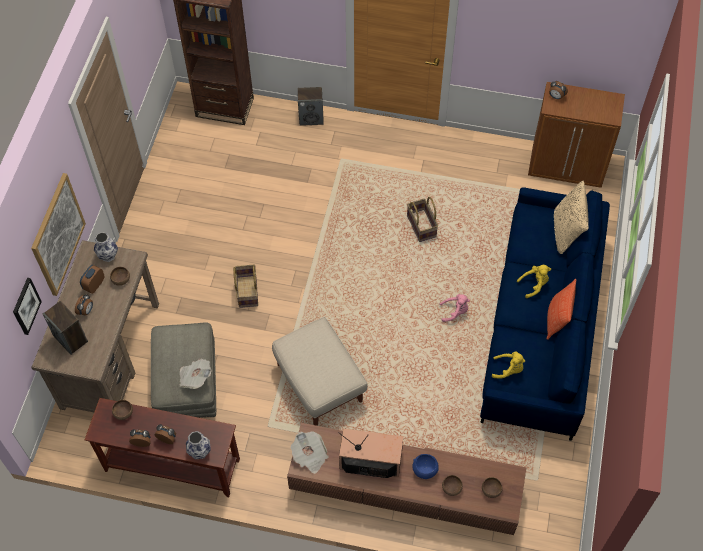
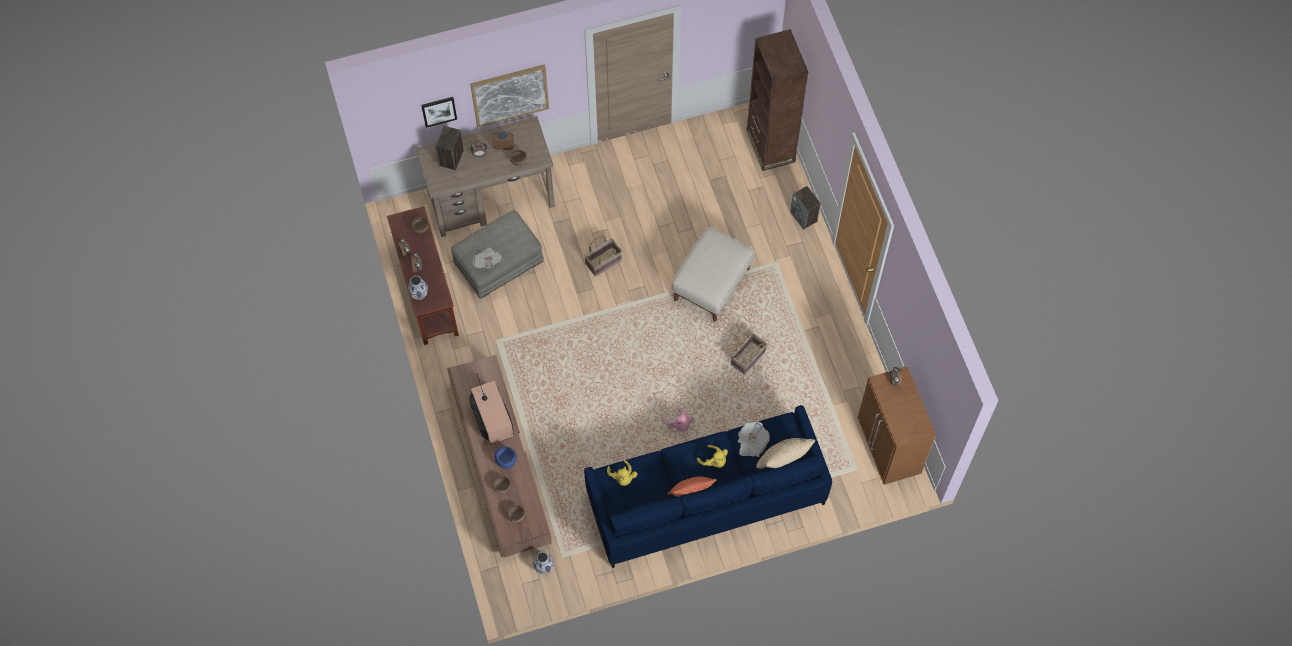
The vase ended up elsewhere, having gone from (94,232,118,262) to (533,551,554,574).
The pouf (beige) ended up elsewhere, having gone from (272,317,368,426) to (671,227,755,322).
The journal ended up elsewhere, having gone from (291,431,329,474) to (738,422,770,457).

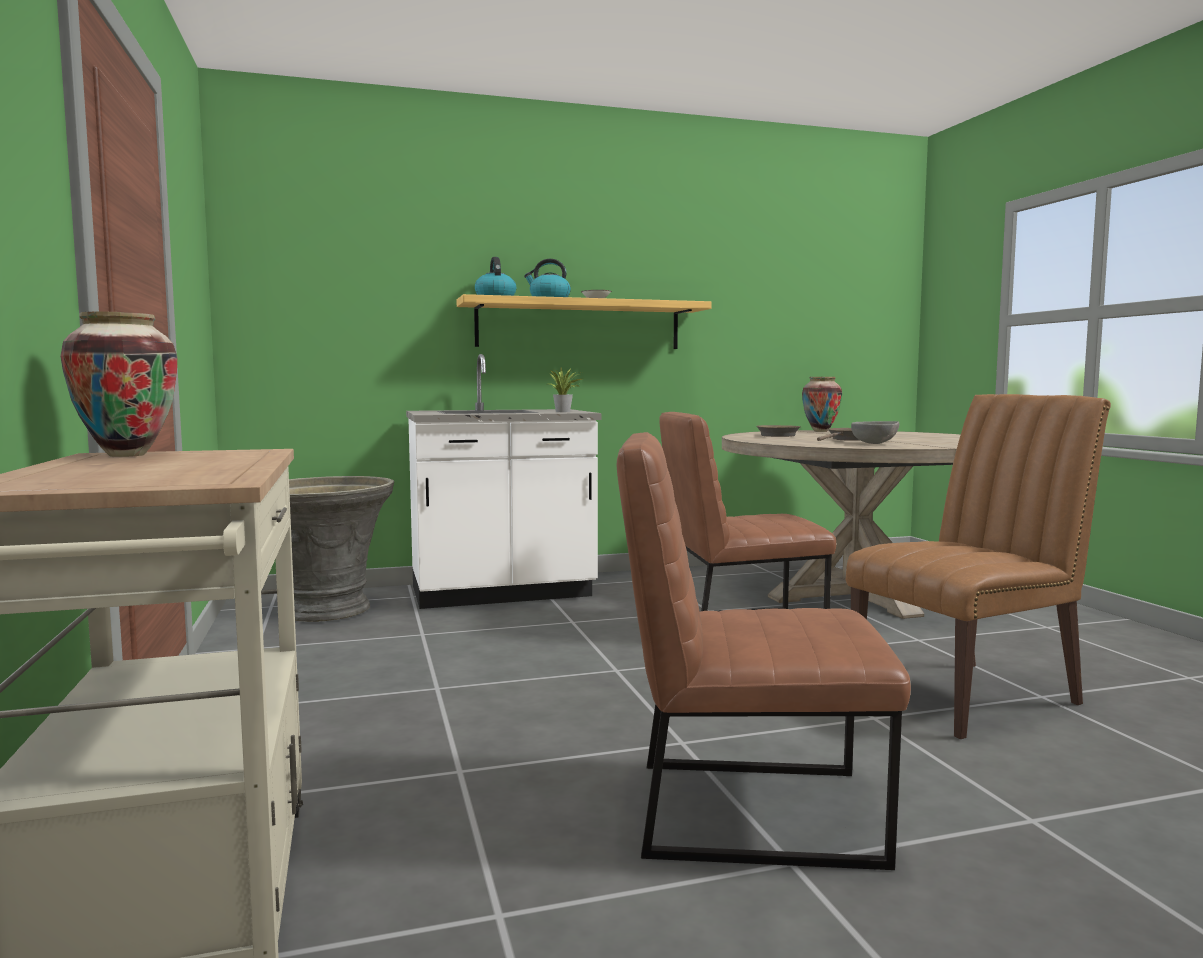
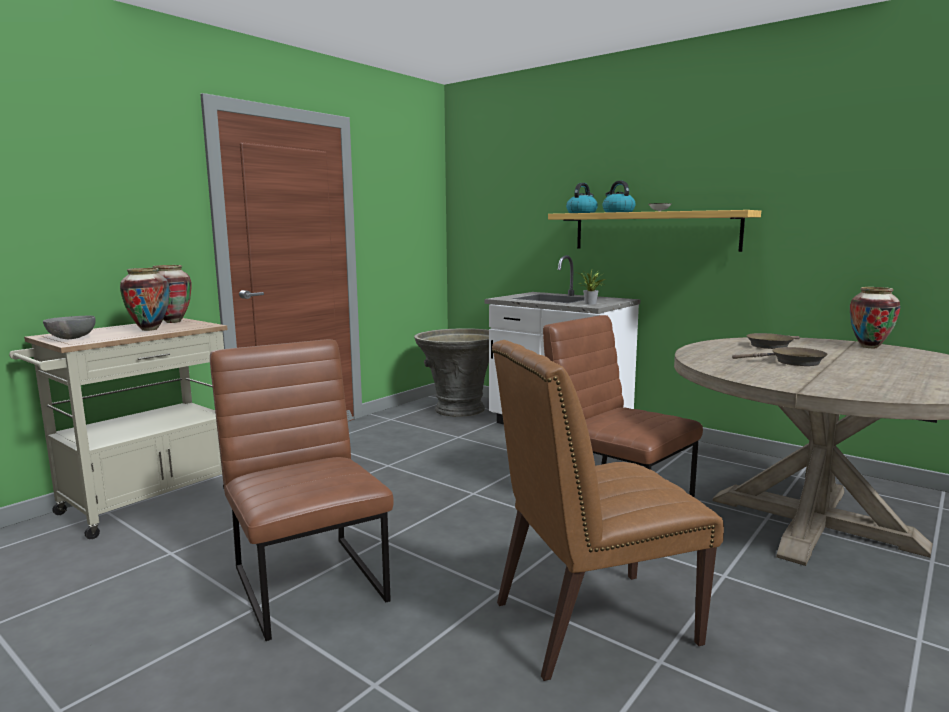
The chaise (marron) at (846,394,1111,739) ended up facing another way, 135 degrees clockwise from before.
The bol (gris) ended up elsewhere, having gone from (851,421,899,444) to (43,316,96,339).
The second view gained the vase at (120,268,170,331).

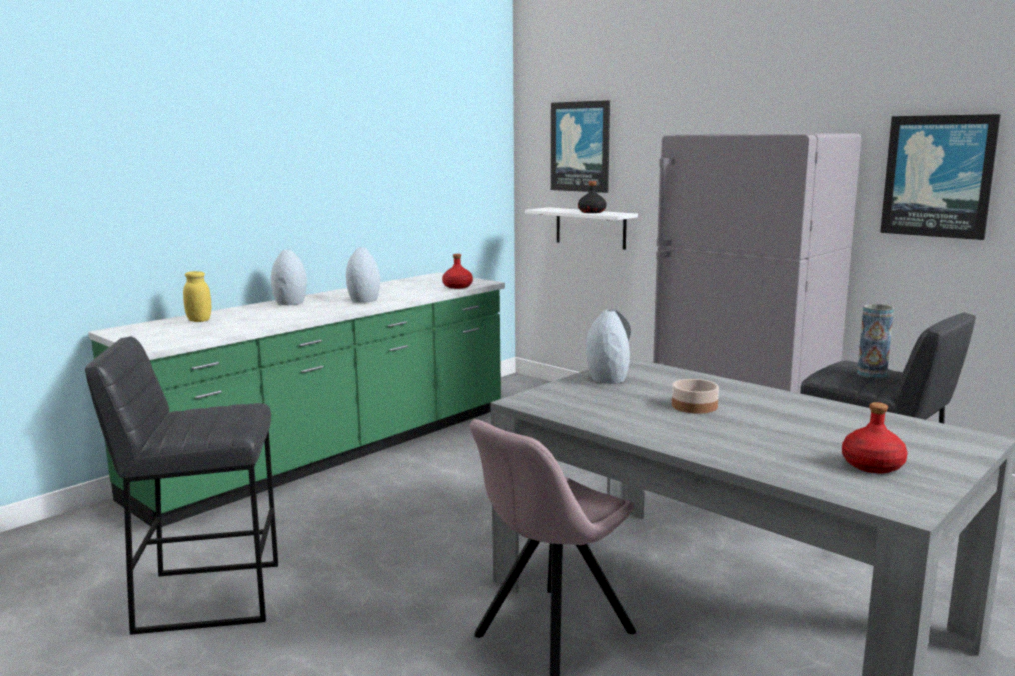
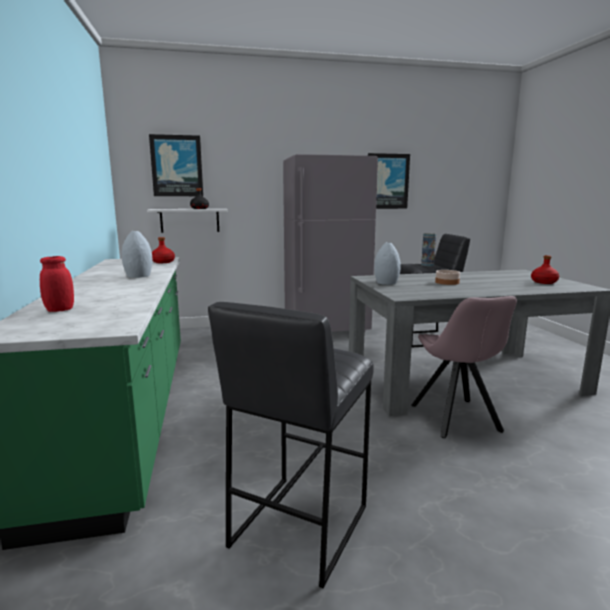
What was the bocal (jaune) at (183,271,211,322) turned into the bocal (rouge) at (40,256,74,312).
The second view lost the vase (gris) at (271,249,307,305).

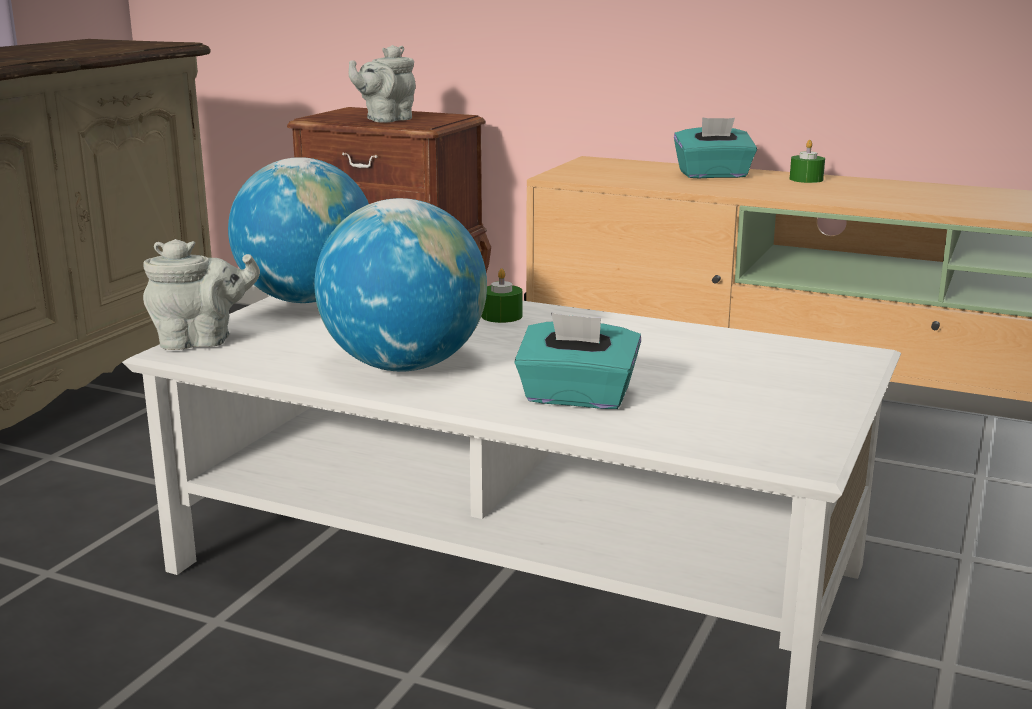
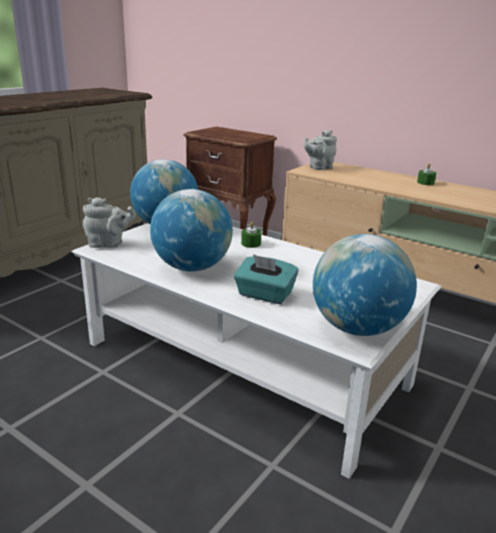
The théière (gris) ended up elsewhere, having gone from (349,45,415,123) to (304,130,337,170).
The second view lost the boîte à mouchoirs (turquoise) at (674,117,757,178).
The second view gained the globe at (313,234,417,336).

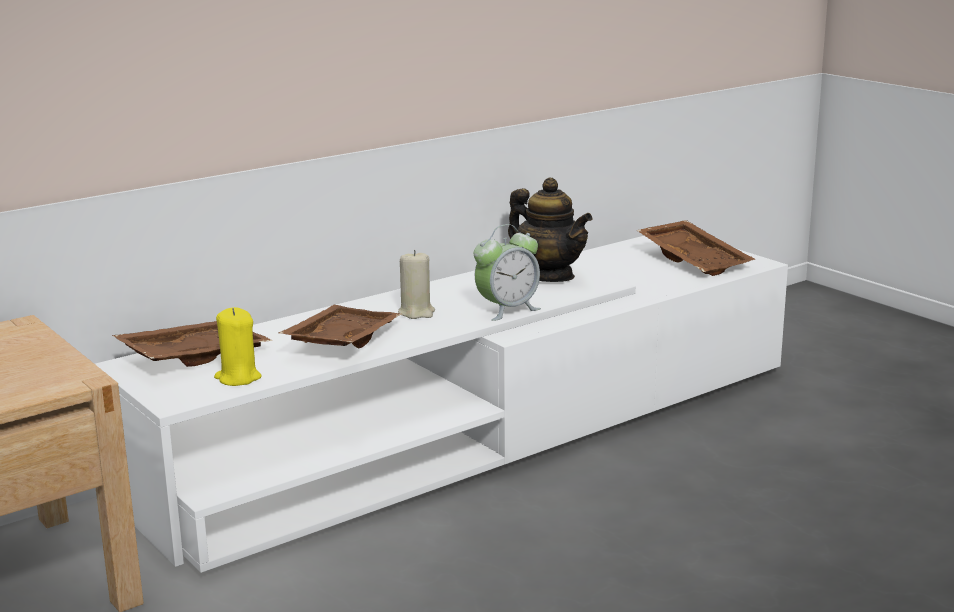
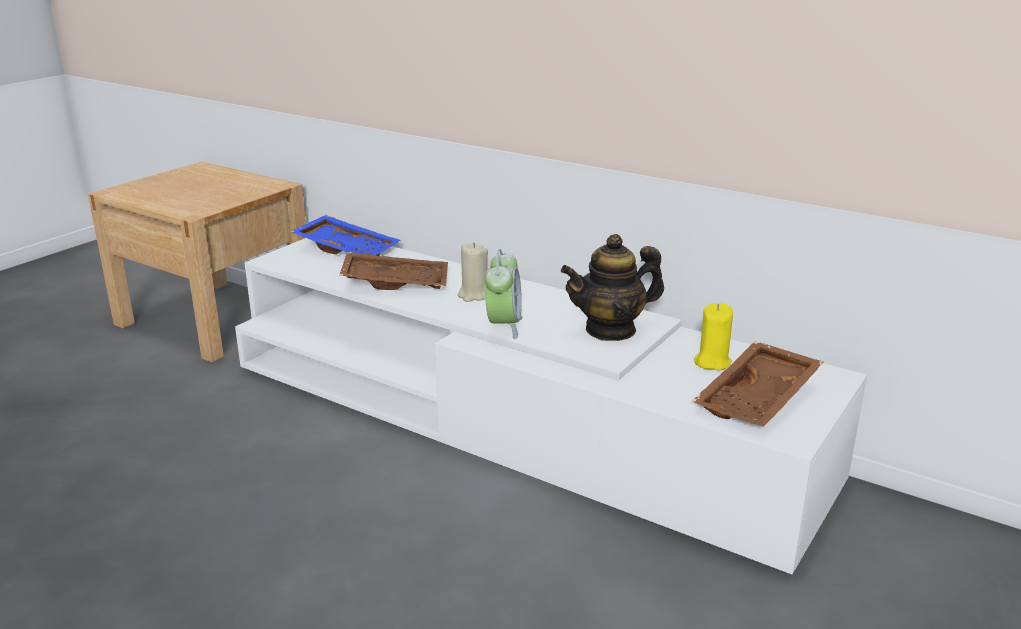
What was the plateau (marron) at (112,321,273,367) turned into the plateau (bleu) at (290,215,400,256).
The bougie (jaune) ended up elsewhere, having gone from (214,307,262,386) to (694,303,733,370).
The réveil at (474,224,541,321) ended up facing another way, 120 degrees counterclockwise from before.
The théière at (508,178,592,282) ended up facing another way, 45 degrees clockwise from before.

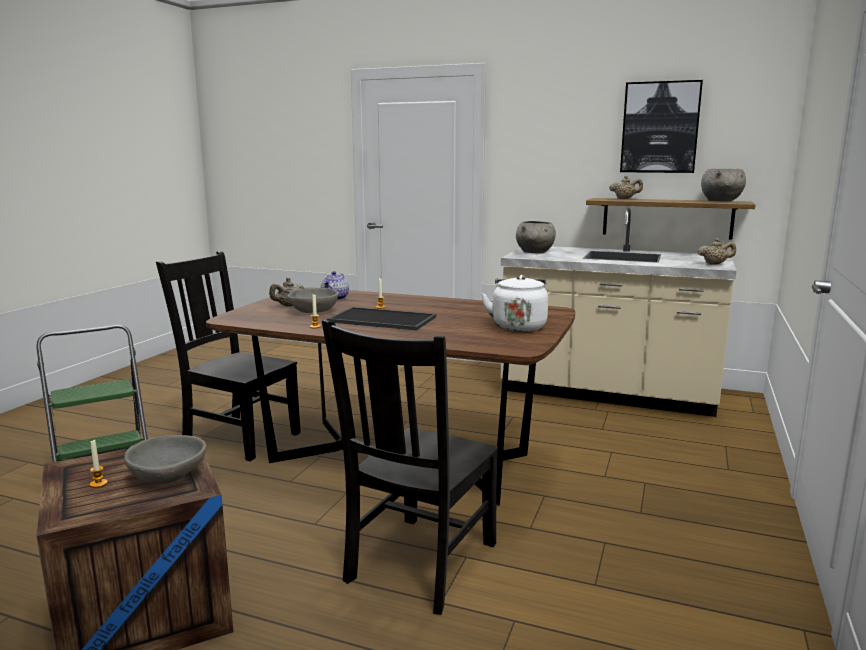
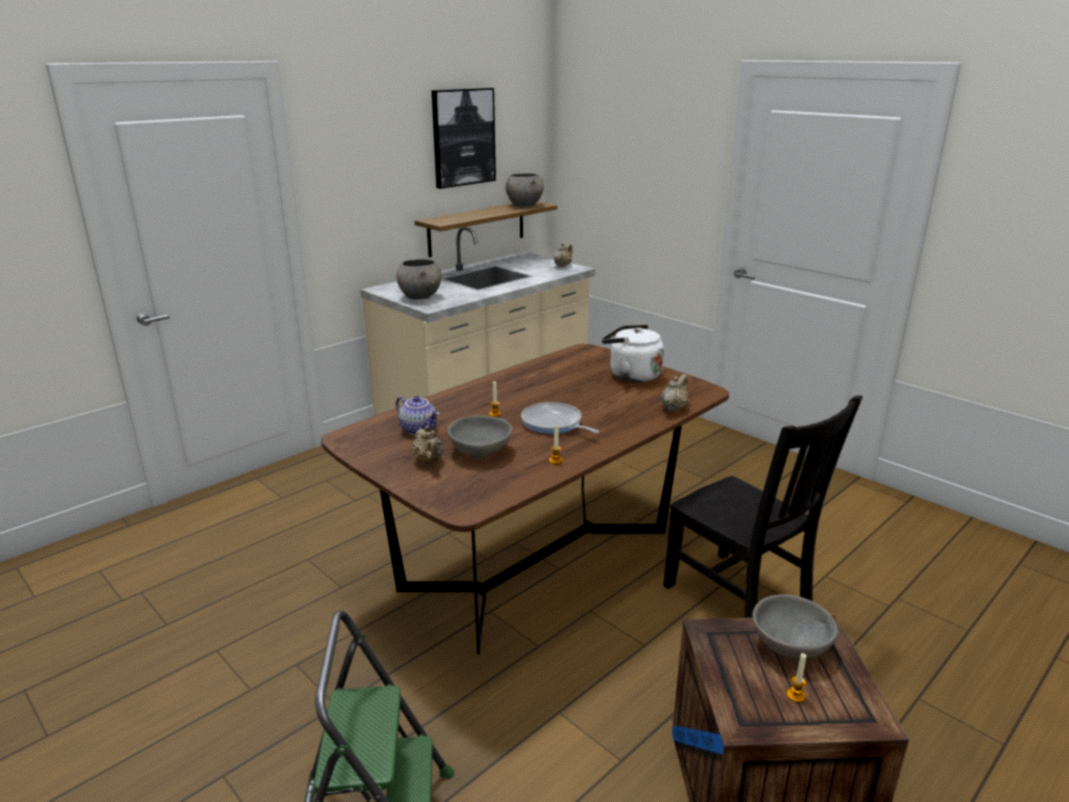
The second view lost the chaise (noir) at (156,251,301,461).
Where the plateau stood at (327,307,436,330), the poêle came to stand at (521,402,599,434).
The théière (beige) ended up elsewhere, having gone from (609,176,643,199) to (661,374,689,412).

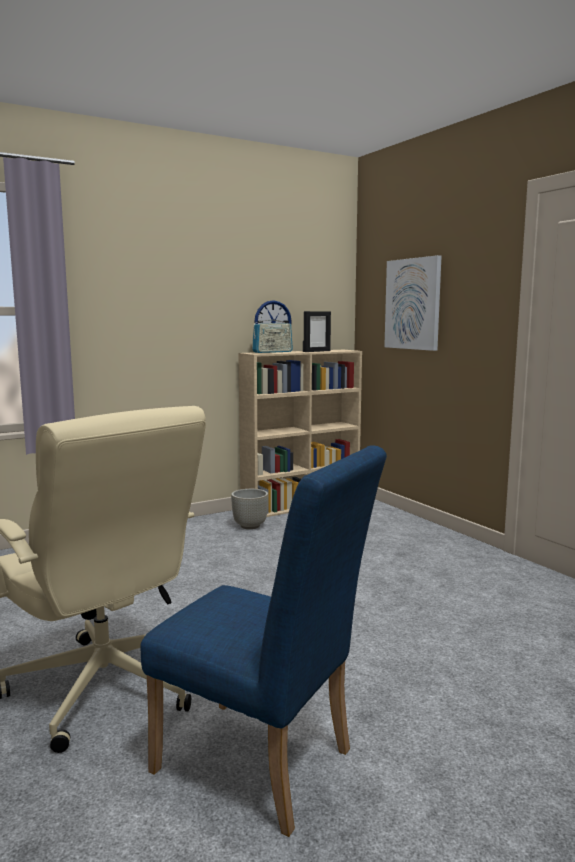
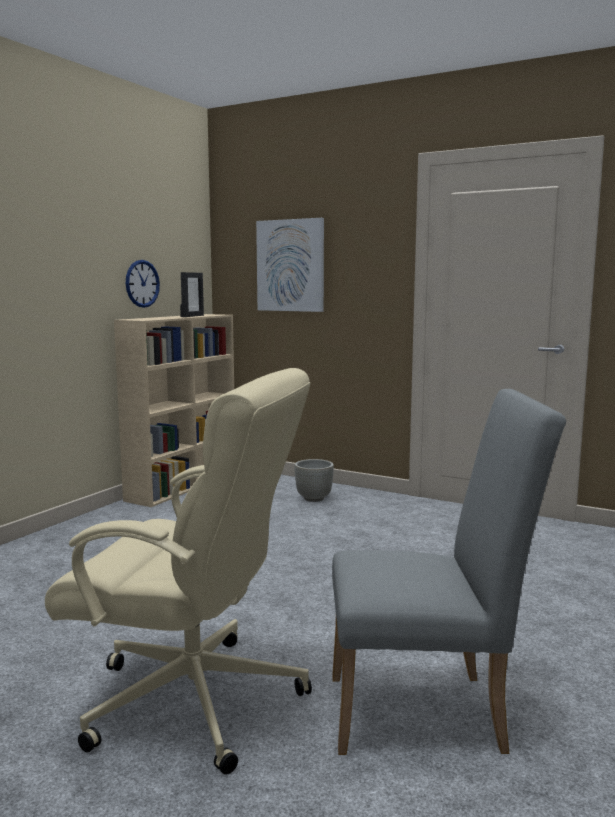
What was the chaise (bleu) at (141,445,387,837) turned into the chaise (gris) at (332,389,566,755).
The cache-pot (gris) ended up elsewhere, having gone from (231,489,269,529) to (295,459,334,502).
The second view lost the radio at (252,316,293,353).

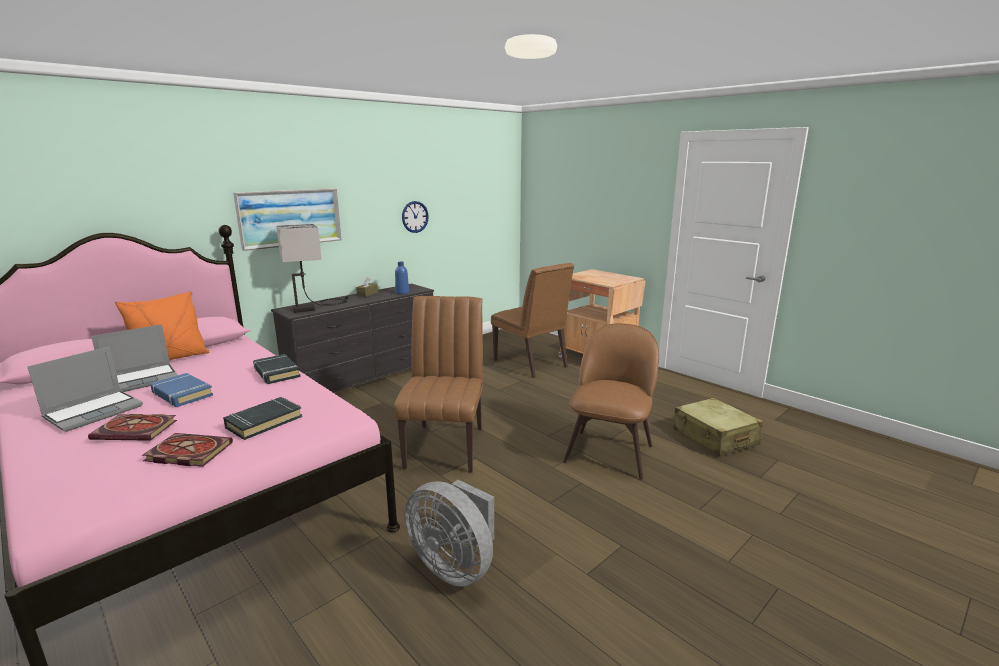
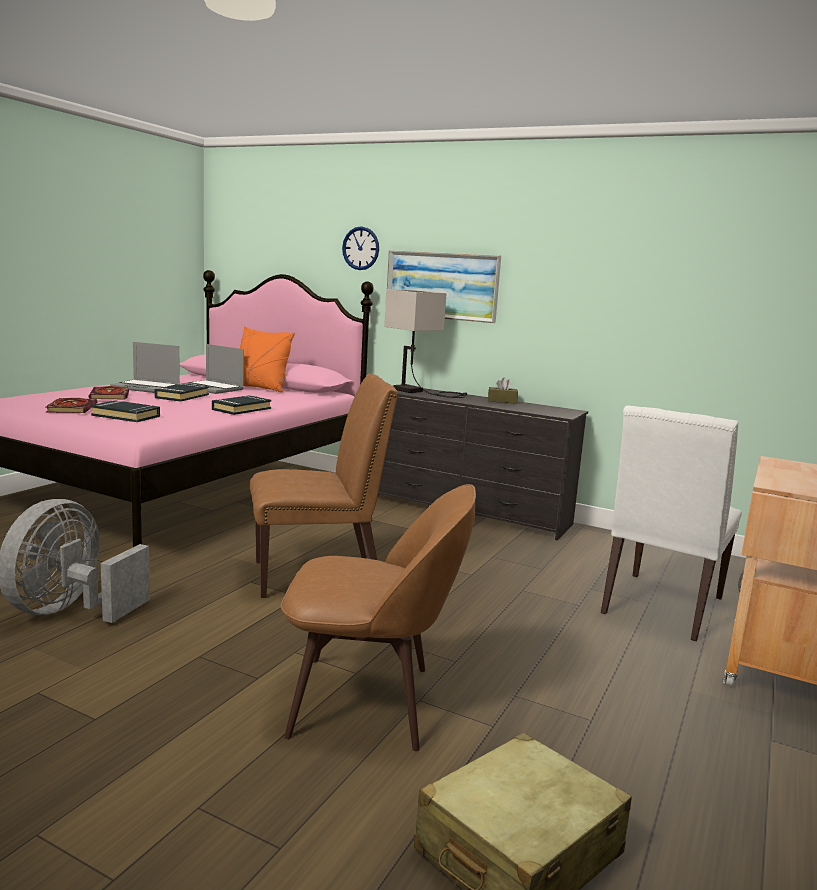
What was the livre (bleu) at (150,373,213,407) turned into the livre (noir) at (155,383,209,402).
The second view lost the bouteille (bleu) at (395,262,409,294).
The horloge murale ended up elsewhere, having gone from (402,201,429,233) to (342,226,379,270).
What was the chaise (marron) at (491,263,574,378) turned into the chaise (blanc) at (601,405,742,641).

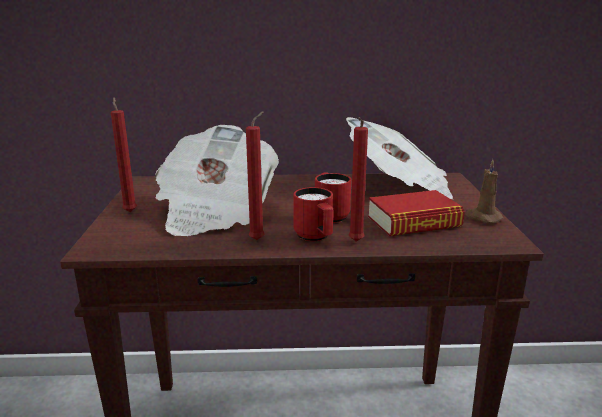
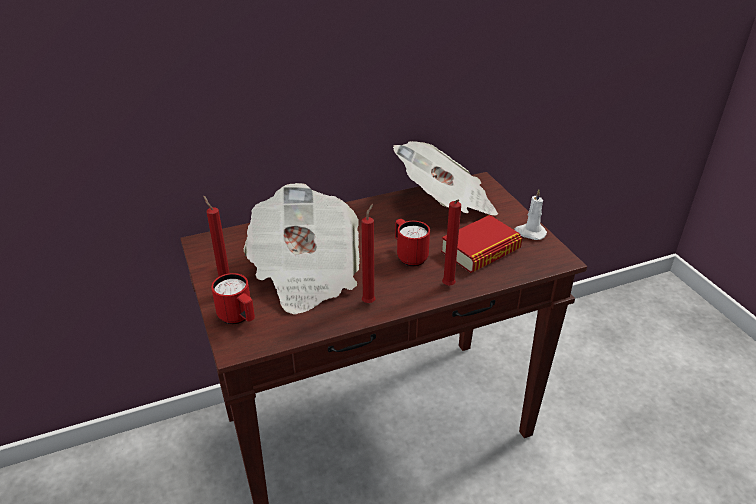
The mug (rouge) ended up elsewhere, having gone from (293,187,333,241) to (211,273,255,324).
What was the bougie (marron) at (465,159,504,223) turned into the bougie (blanc) at (515,189,547,240).

